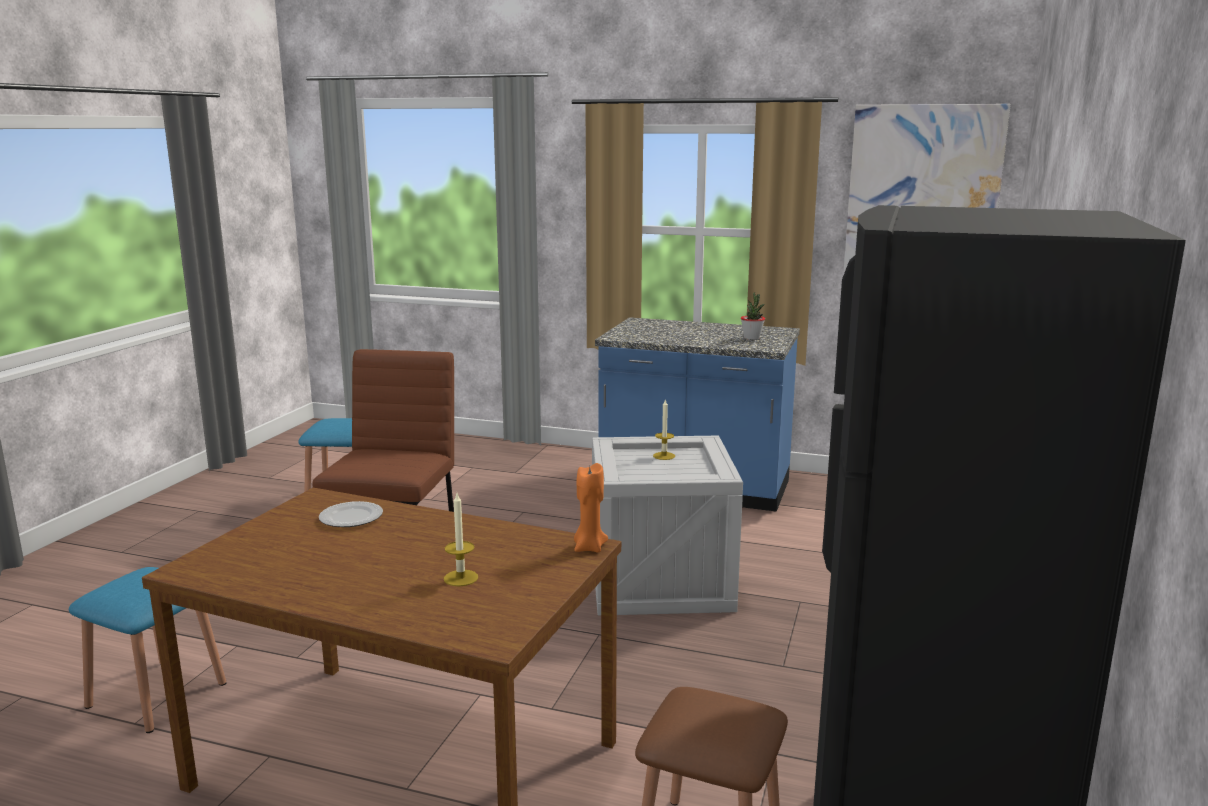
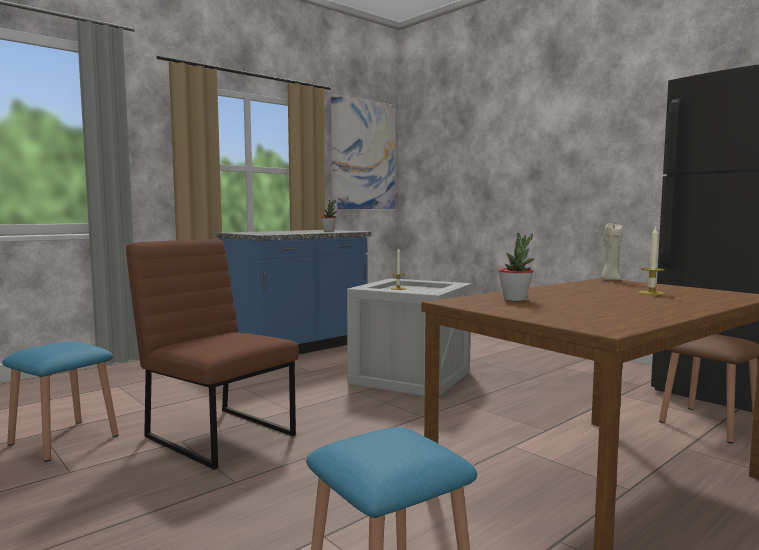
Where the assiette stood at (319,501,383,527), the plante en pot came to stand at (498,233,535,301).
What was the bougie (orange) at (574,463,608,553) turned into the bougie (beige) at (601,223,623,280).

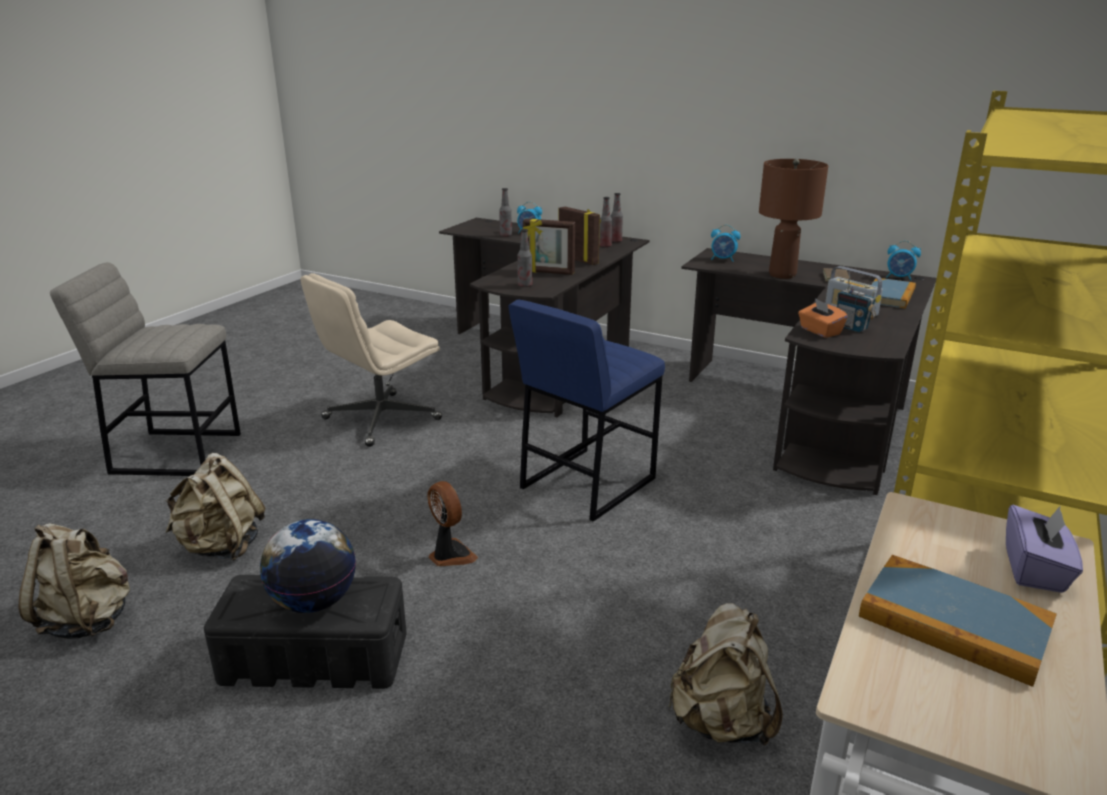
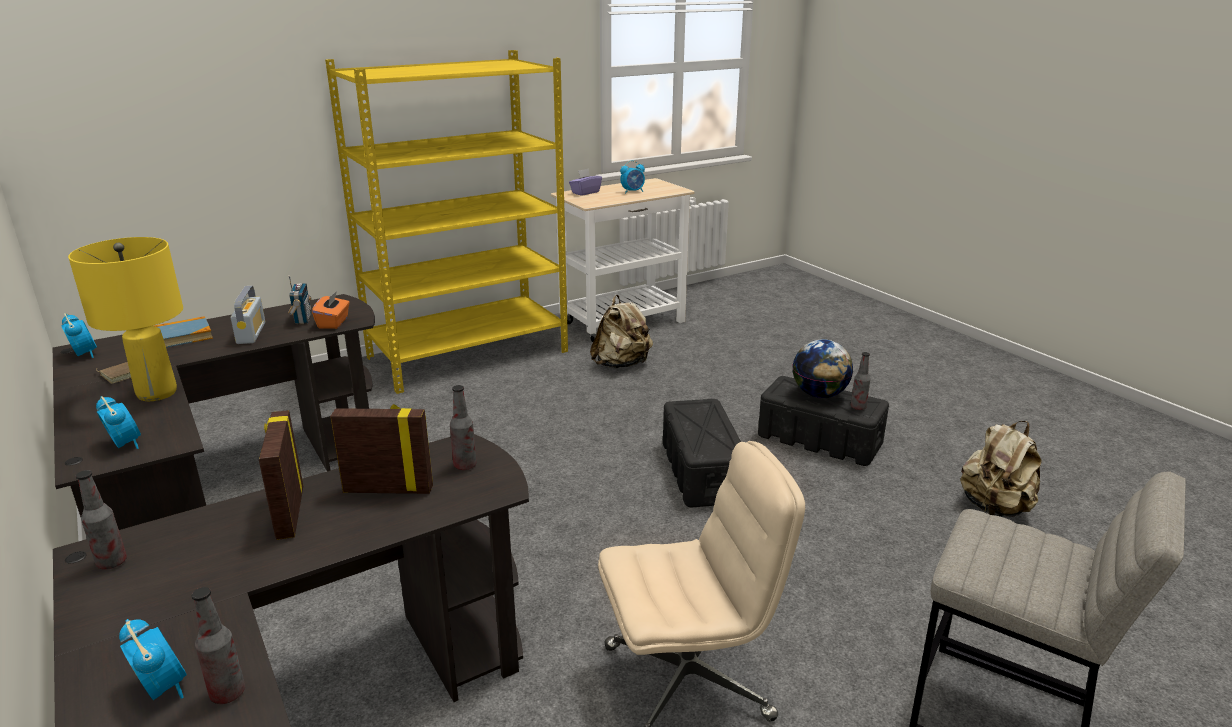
The second view lost the sac à dos (beige) at (165,453,265,561).
Where the ventilateur stood at (427,481,478,566), the boîte de rangement (noir) came to stand at (663,399,741,507).
The second view lost the chaise (bleu) at (509,300,665,522).
The cadre photo at (523,219,575,275) ended up facing another way, 45 degrees counterclockwise from before.
The bouteille ended up elsewhere, having gone from (599,197,612,248) to (851,352,870,410).
What was the lampe de table (marron) at (759,159,828,279) turned into the lampe de table (jaune) at (68,237,183,401).
Where the livre stood at (859,555,1057,687), the réveil came to stand at (620,160,645,193).

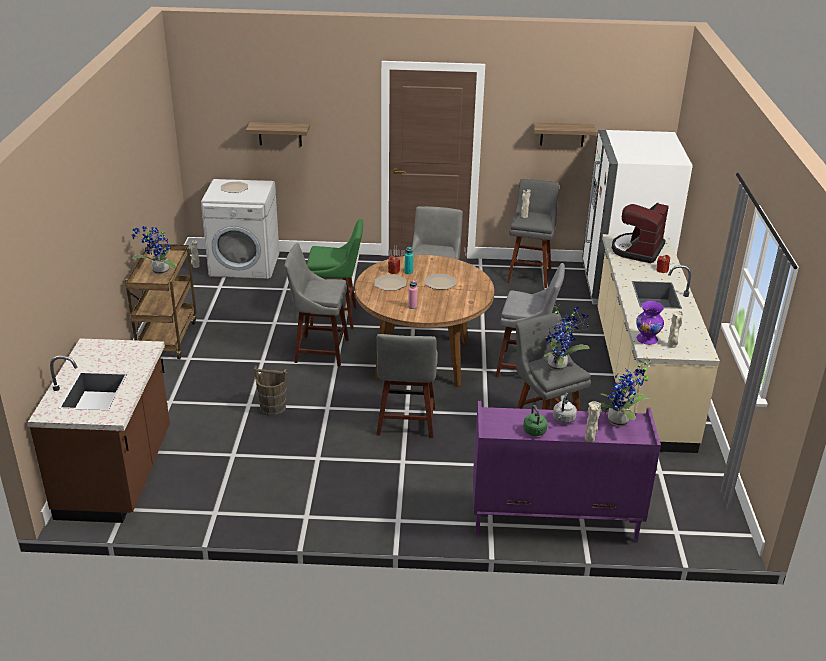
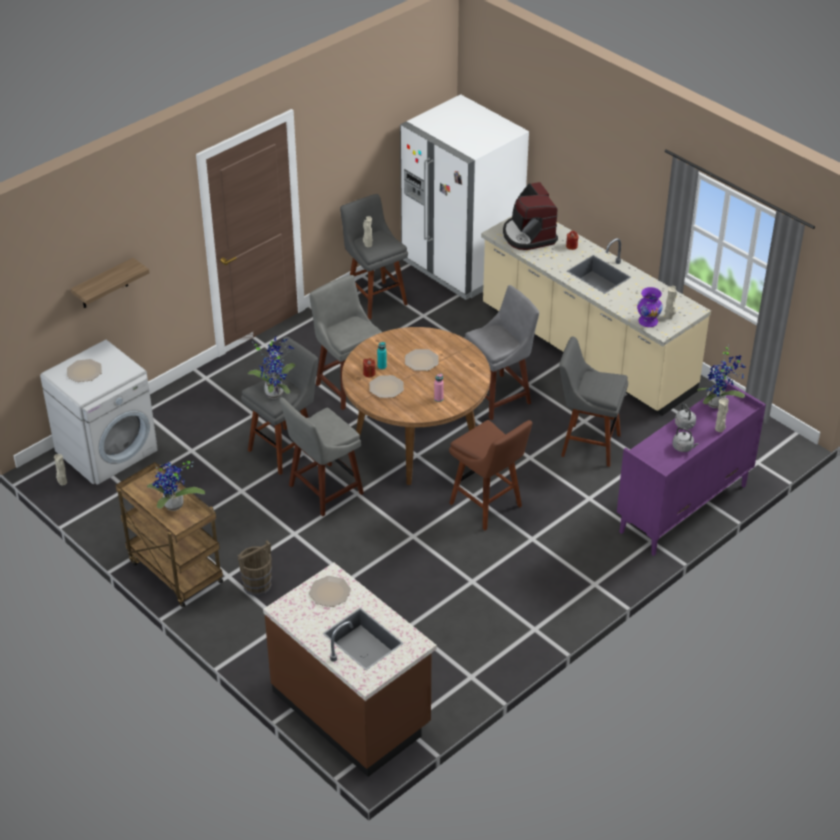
The seau (marron) ended up elsewhere, having gone from (253,366,287,416) to (237,540,272,596).
What was the tabouret (vert) at (307,219,363,329) turned into the tabouret (gris) at (241,337,318,475).
Where the chaise (gris) stood at (376,334,437,438), the tabouret (marron) came to stand at (449,420,532,531).
What was the bouilloire (vert) at (523,405,548,436) turned into the bouilloire (gris) at (672,427,699,452).
The second view lost the étagère at (533,122,597,147).
The plante en pot ended up elsewhere, having gone from (544,303,590,371) to (247,335,296,399).
The second view gained the assiette at (309,576,351,607).

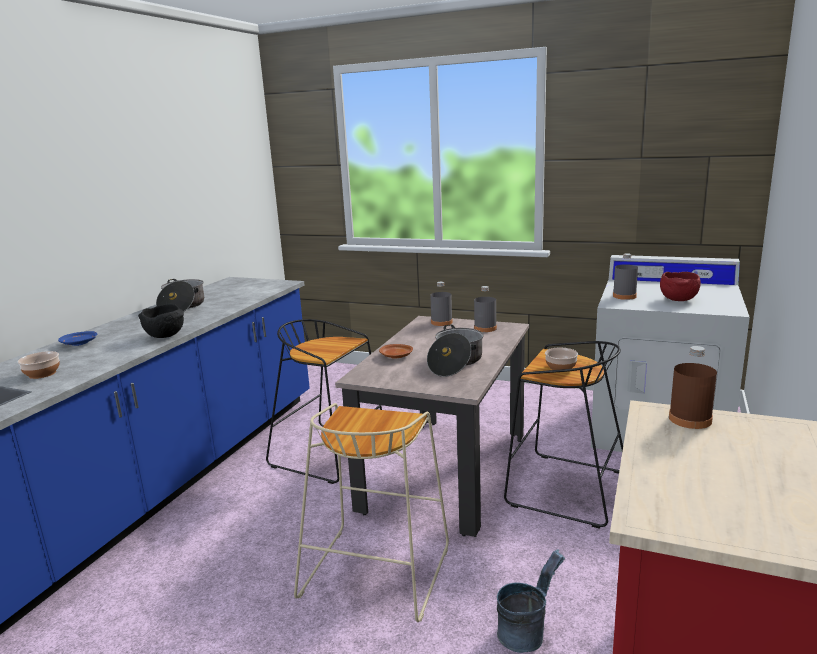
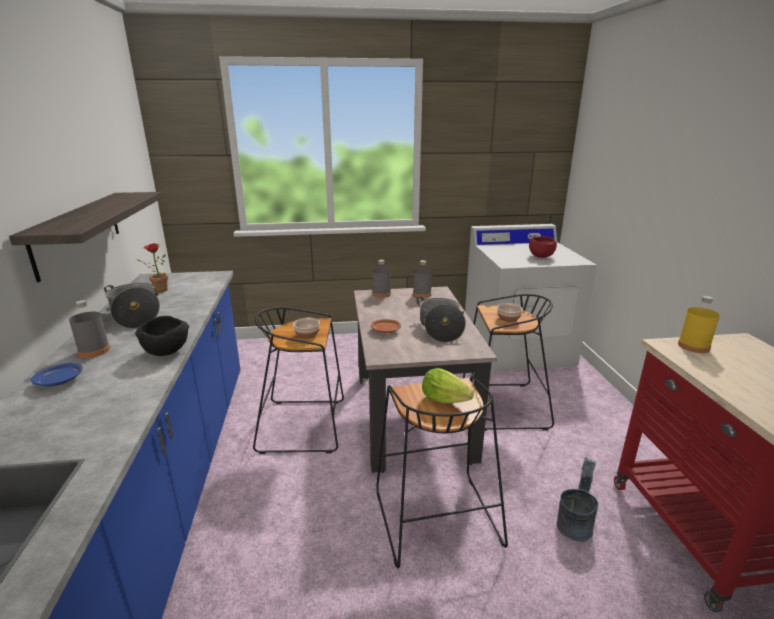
The bol ended up elsewhere, having gone from (18,351,60,379) to (293,318,320,339).
What was the tabouret (beige) at (294,403,449,622) turned into the tabouret (noir) at (376,376,508,569).
The bouteille (gris) ended up elsewhere, having gone from (613,253,638,300) to (69,300,110,358).
What was the bouteille (marron) at (669,346,717,429) turned into the bouteille (jaune) at (678,296,720,353).
The second view gained the étagère at (9,192,162,282).
The second view gained the plante en pot at (136,243,168,293).
The second view gained the laitue at (422,368,474,403).

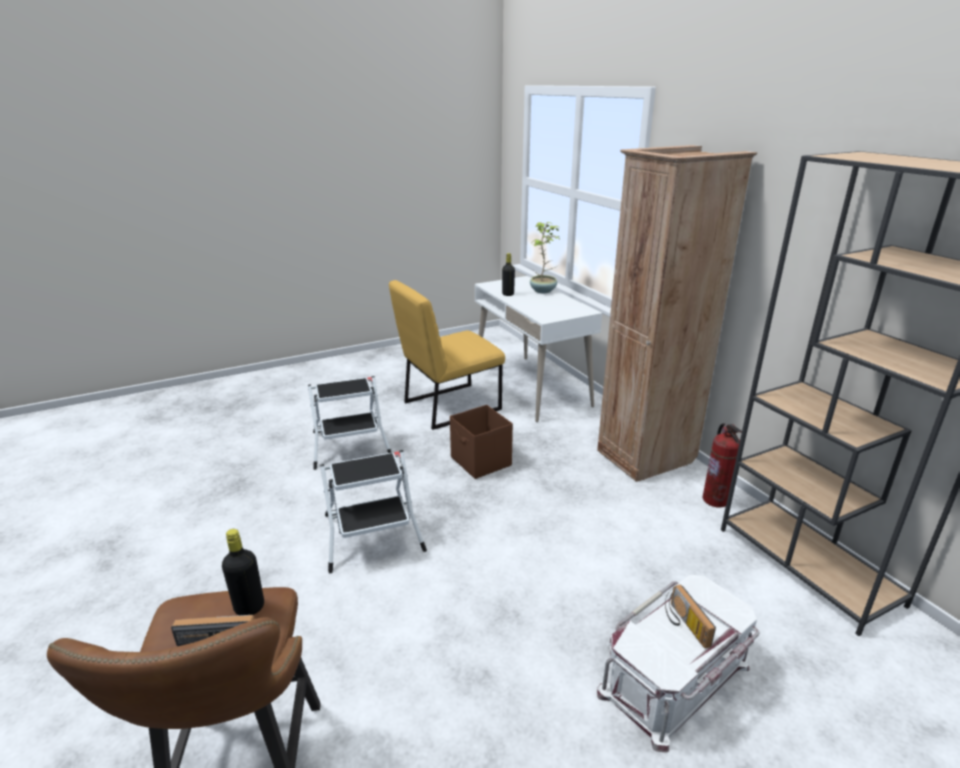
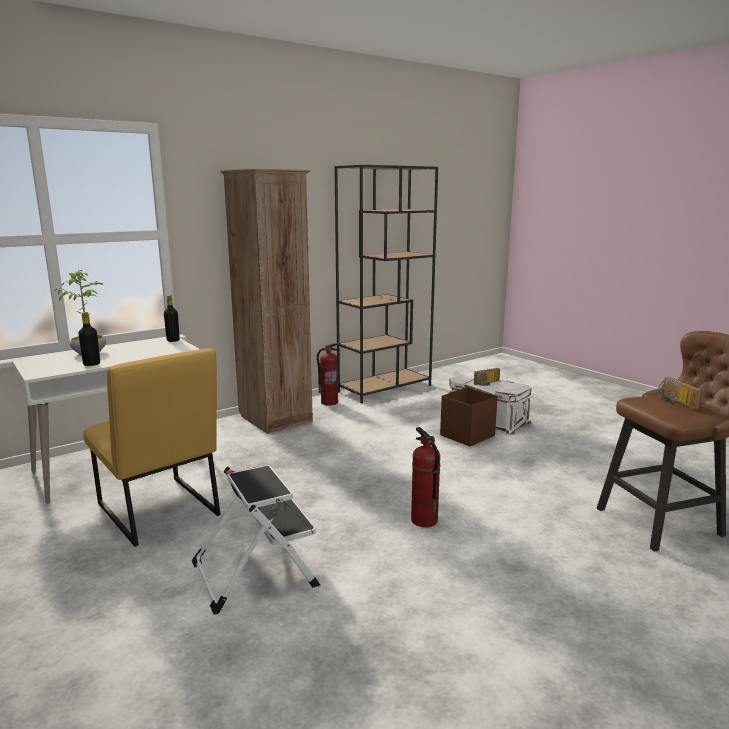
The bouteille (noir) ended up elsewhere, having gone from (222,529,264,615) to (164,295,180,342).
Where the escabeau stood at (320,450,427,573), the extincteur came to stand at (411,427,440,527).
The boîte de rangement (marron) ended up elsewhere, having gone from (450,405,513,479) to (440,387,498,446).

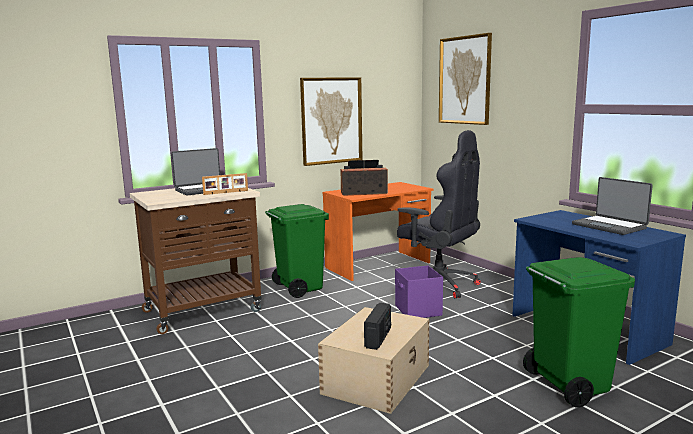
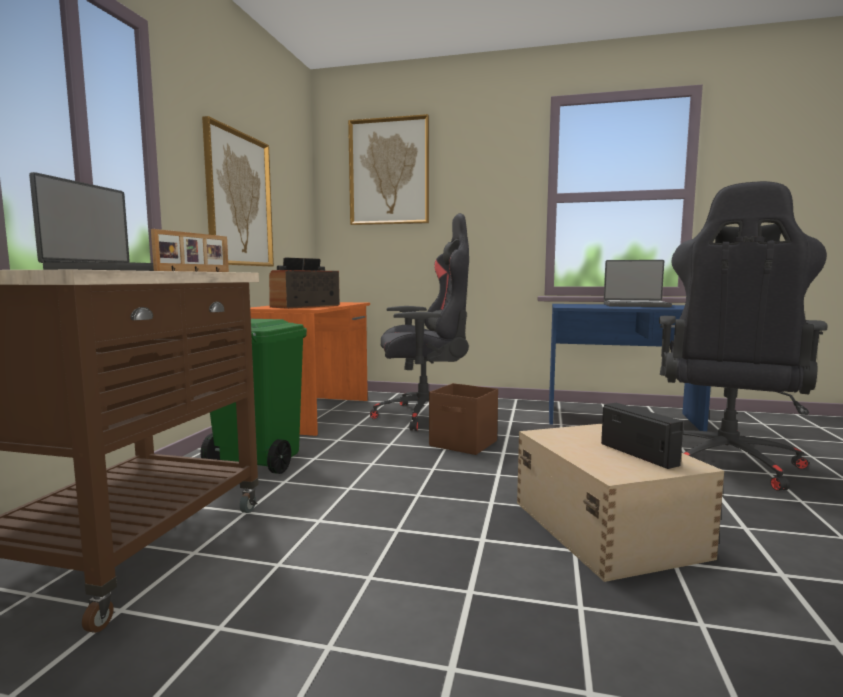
What was the boîte de rangement (violet) at (395,265,443,318) turned into the boîte de rangement (marron) at (429,383,498,455).
Where the poubelle (vert) stood at (523,257,635,408), the chaise de bureau (noir) came to stand at (659,181,828,491).

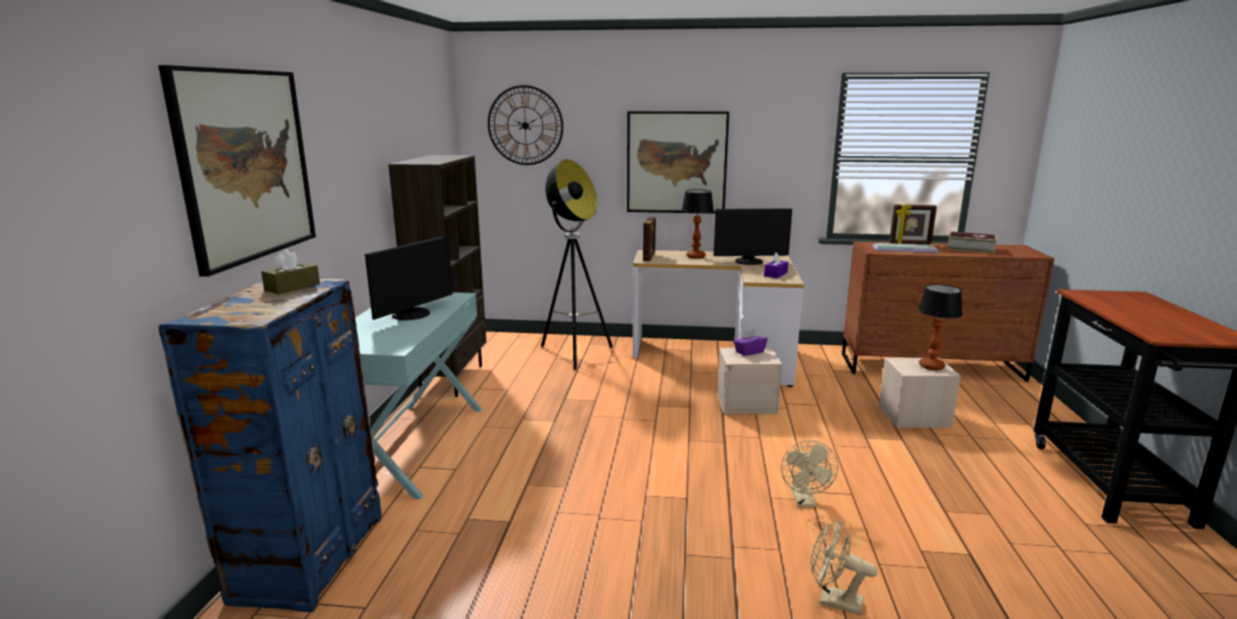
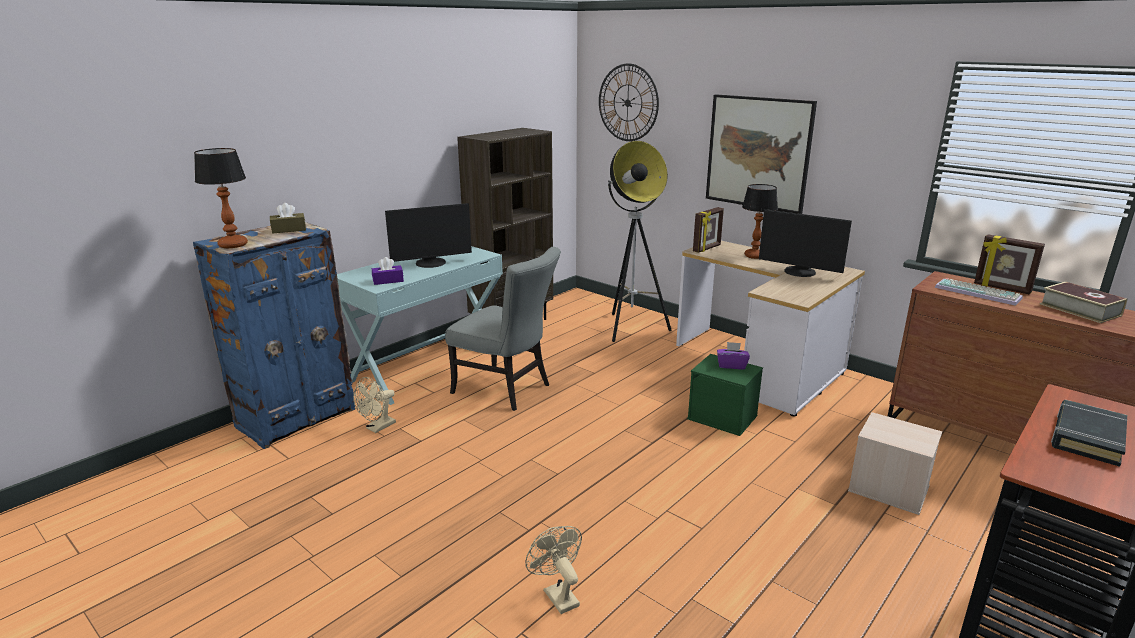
The second view lost the tableau at (158,65,316,277).
What was the boîte de rangement (beige) at (717,348,782,414) turned into the boîte de rangement (vert) at (687,354,763,436).
The boîte à mouchoirs (violet) ended up elsewhere, having gone from (764,252,788,278) to (372,257,404,285).
The ventilateur (beige) ended up elsewhere, having gone from (781,440,838,507) to (353,377,396,433).
The lampe de table ended up elsewhere, having gone from (918,284,962,370) to (194,148,248,248).
The second view gained the chaise (gris) at (445,247,561,411).
The second view gained the livre (noir) at (1051,400,1127,467).

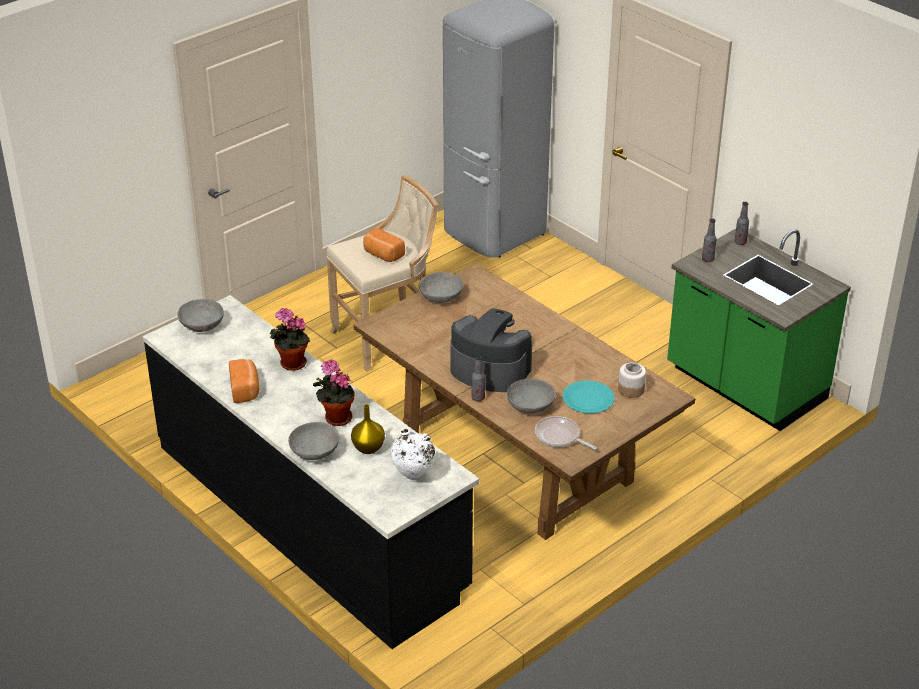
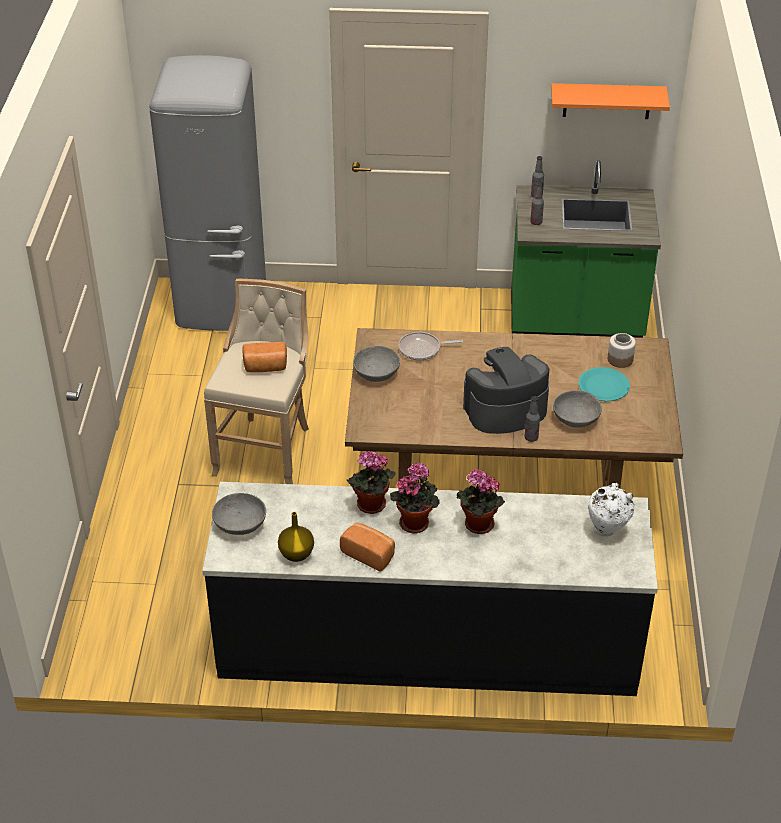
The second view lost the bol (gris) at (288,422,339,460).
The vase (jaune) ended up elsewhere, having gone from (351,404,385,454) to (278,512,314,562).
The poêle ended up elsewhere, having gone from (535,416,597,450) to (398,332,463,361).
The second view gained the plante en pot at (390,462,440,533).
The second view gained the étagère (orange) at (551,83,670,119).

